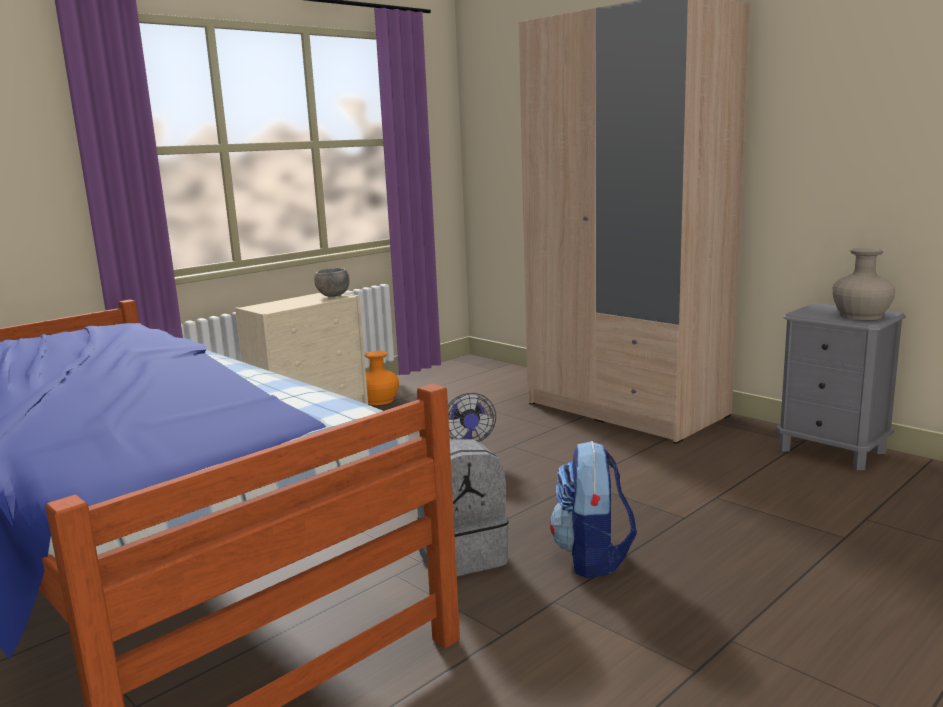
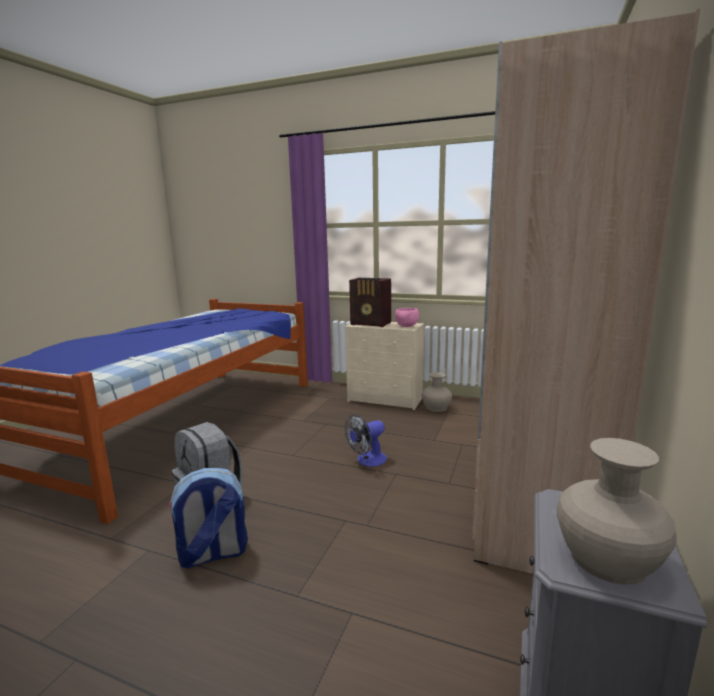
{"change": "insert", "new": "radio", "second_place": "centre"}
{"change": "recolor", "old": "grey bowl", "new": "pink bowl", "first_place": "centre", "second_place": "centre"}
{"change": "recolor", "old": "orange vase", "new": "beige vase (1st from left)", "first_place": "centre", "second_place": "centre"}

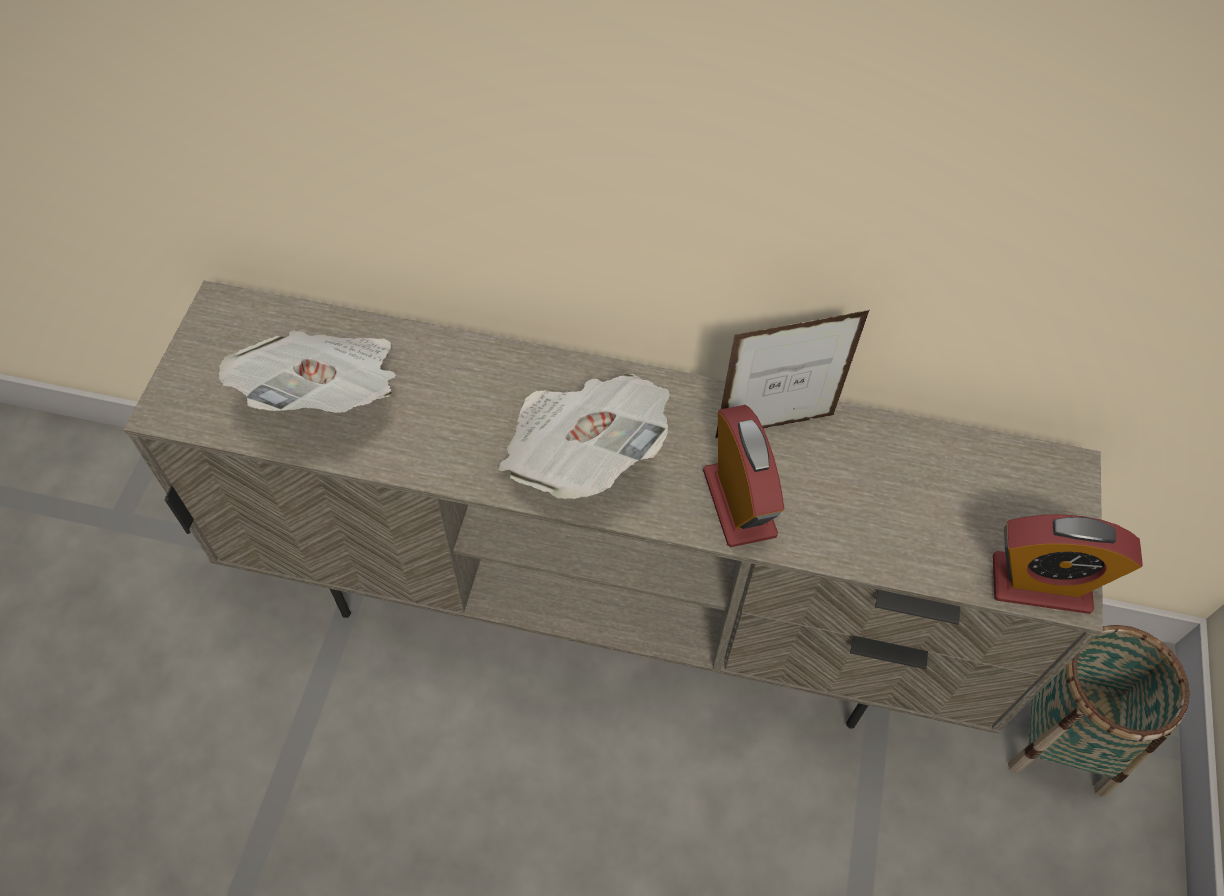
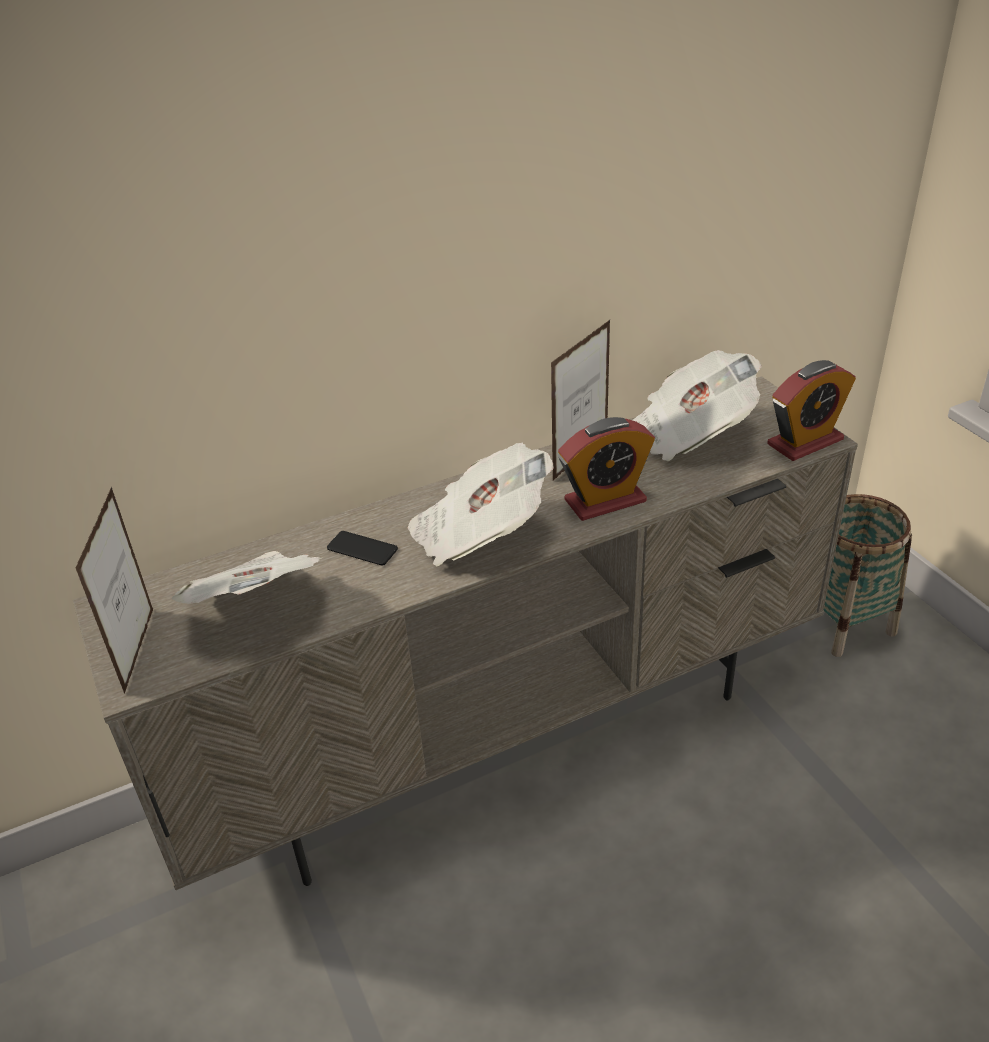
{"change": "insert", "new": "picture frame (1st from left)", "second_place": "middle left"}
{"change": "insert", "new": "phone", "second_place": "centre"}
{"change": "rotate", "old": "alarm clock (1st from left)", "first_place": "centre", "second_place": "centre", "degrees": 120}
{"change": "insert", "new": "newspaper (3rd from left)", "second_place": "middle right"}

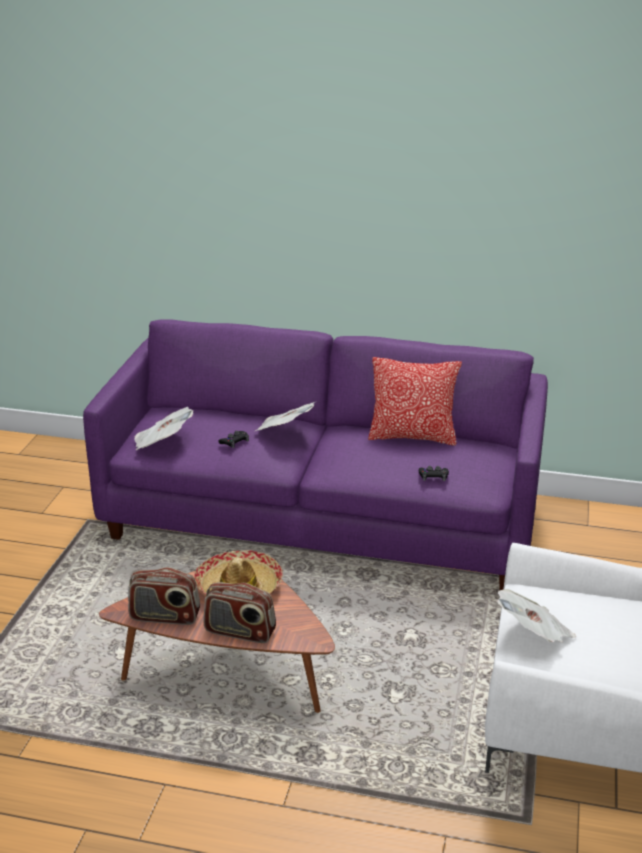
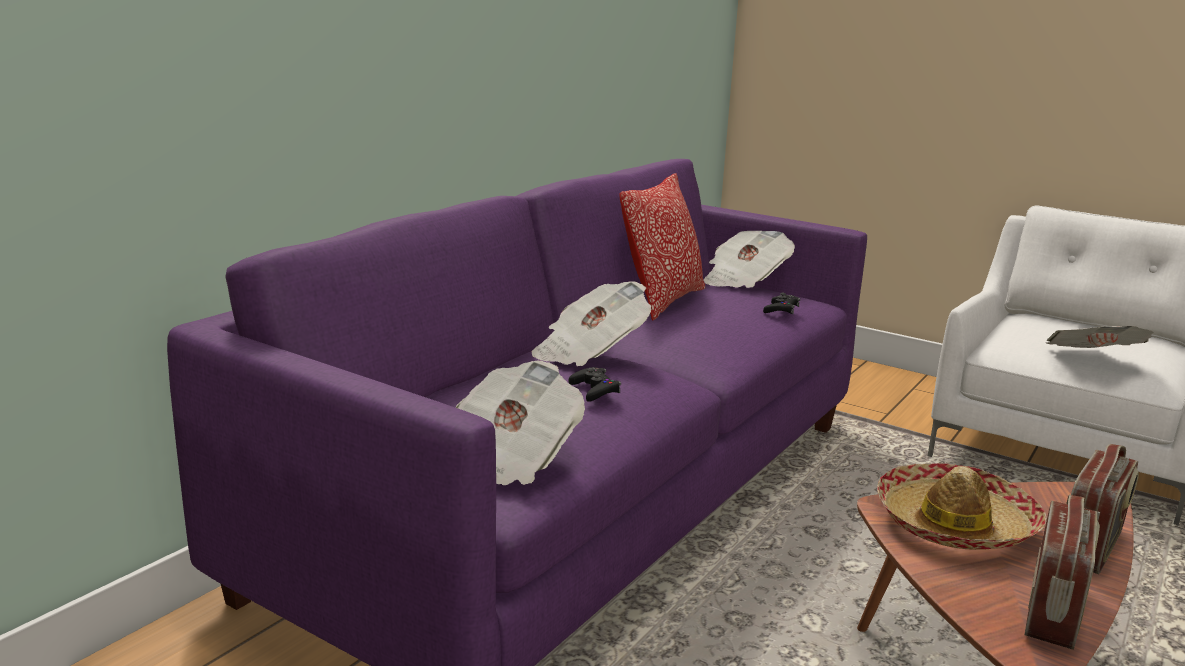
{"change": "insert", "new": "newspaper (3rd from left)", "second_place": "centre"}

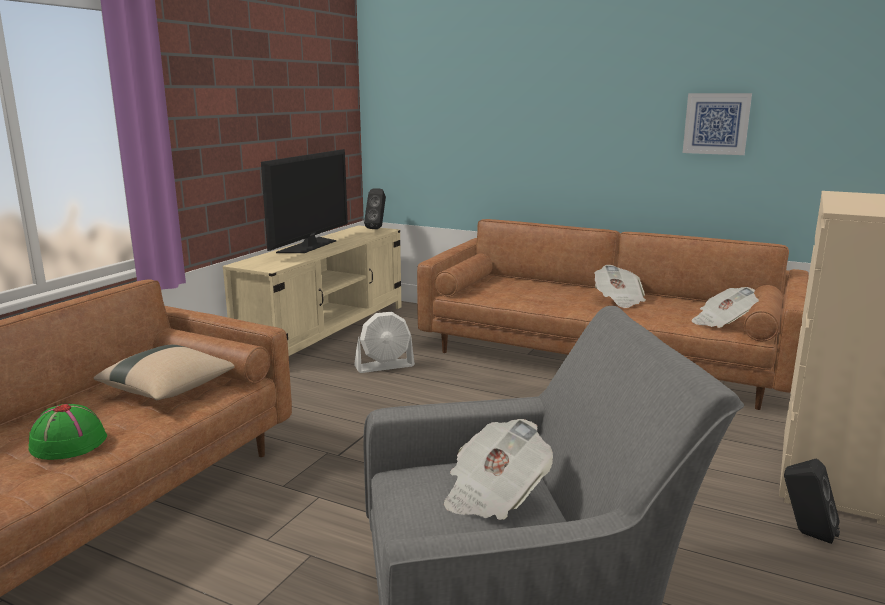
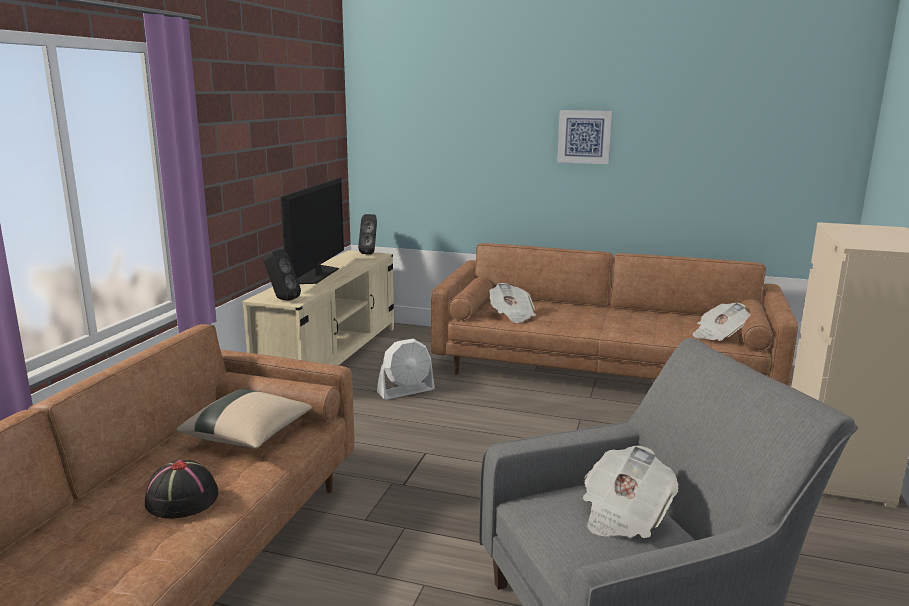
{"change": "recolor", "old": "green hat", "new": "black hat", "first_place": "bottom left", "second_place": "bottom left"}
{"change": "move", "old": "black speaker (2nd from left in the first image)", "new": "black speaker (1st from left)", "first_place": "bottom right", "second_place": "middle left"}
{"change": "move", "old": "newspaper (2nd from left in the first image)", "new": "newspaper (1st from left)", "first_place": "middle right", "second_place": "centre"}
{"change": "move", "old": "picture", "first_place": "top right", "second_place": "top centre"}

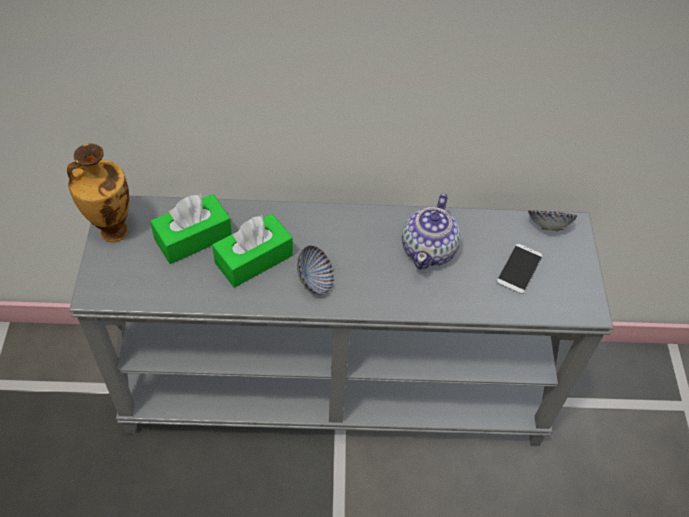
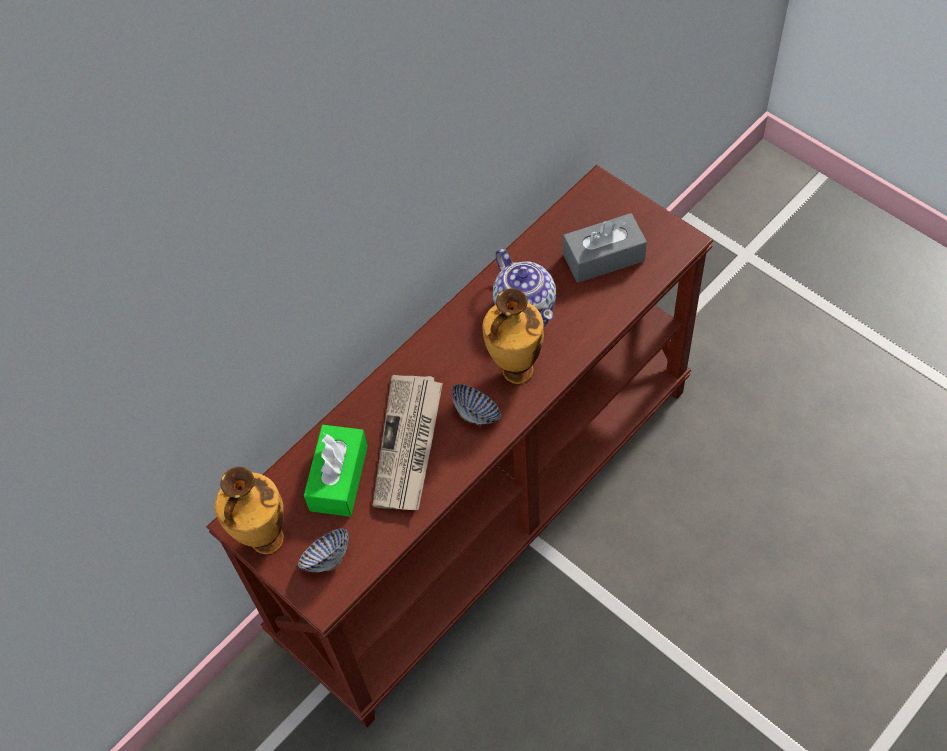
{"change": "recolor", "old": "grey console table", "new": "brown console table", "first_place": "centre", "second_place": "centre"}
{"change": "move", "old": "bowl (2nd from left in the first image)", "new": "bowl (1st from left)", "first_place": "middle right", "second_place": "bottom centre"}
{"change": "replace", "old": "green tissue box (2nd from left)", "new": "newspaper", "first_place": "centre", "second_place": "centre"}
{"change": "insert", "new": "vase (2nd from left)", "second_place": "centre"}
{"change": "replace", "old": "phone", "new": "grey tissue box", "first_place": "middle right", "second_place": "top centre"}

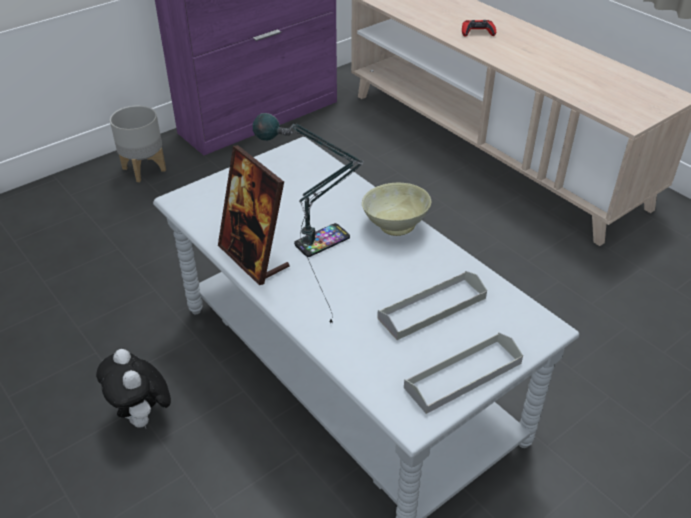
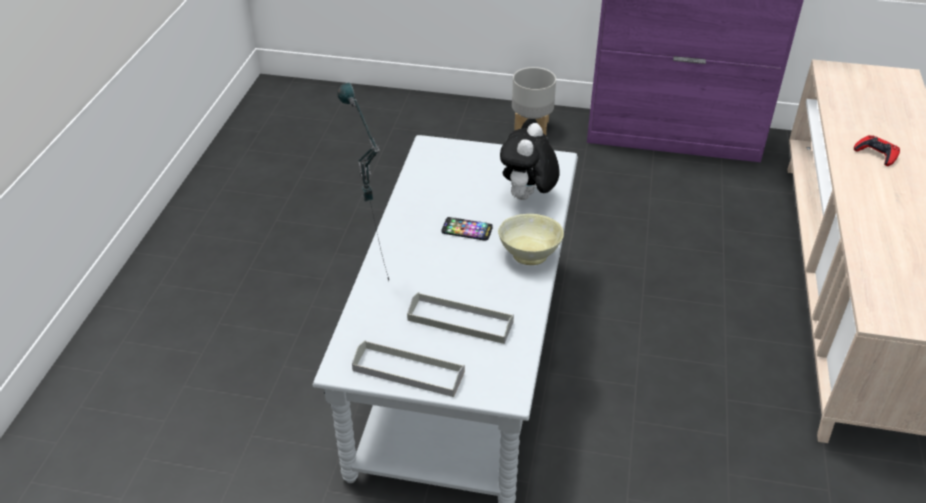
{"change": "move", "old": "plush toy", "first_place": "bottom left", "second_place": "top centre"}
{"change": "delete", "old": "picture frame", "first_place": "centre"}

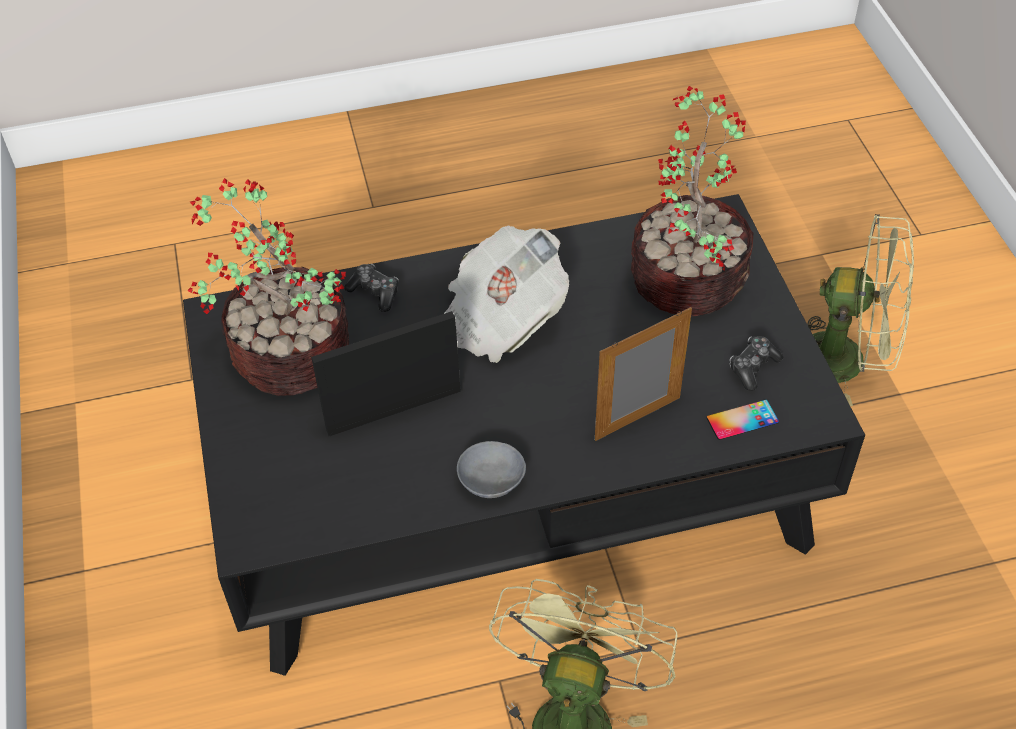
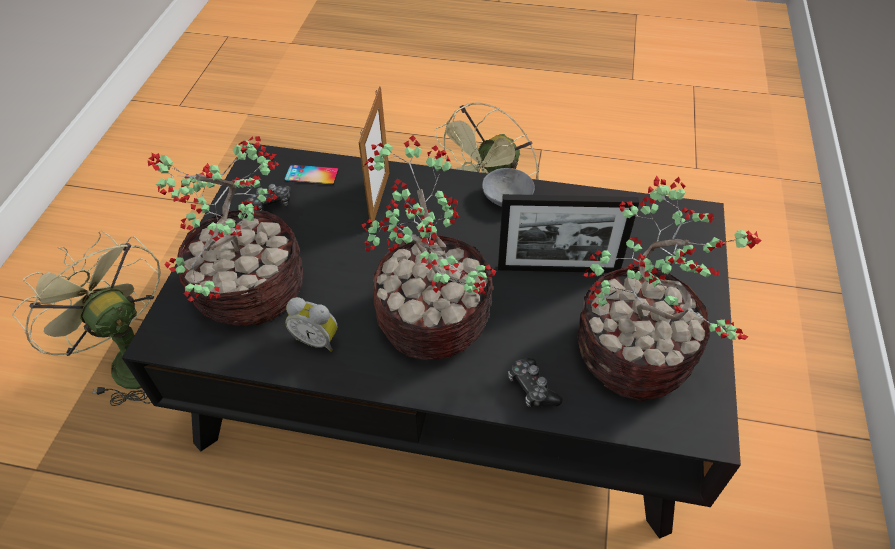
{"change": "insert", "new": "alarm clock", "second_place": "centre"}
{"change": "rotate", "old": "picture frame (2nd from left in the first image)", "first_place": "centre", "second_place": "top centre", "degrees": -75}
{"change": "replace", "old": "newspaper", "new": "potted plant (2nd from left)", "first_place": "centre", "second_place": "centre"}

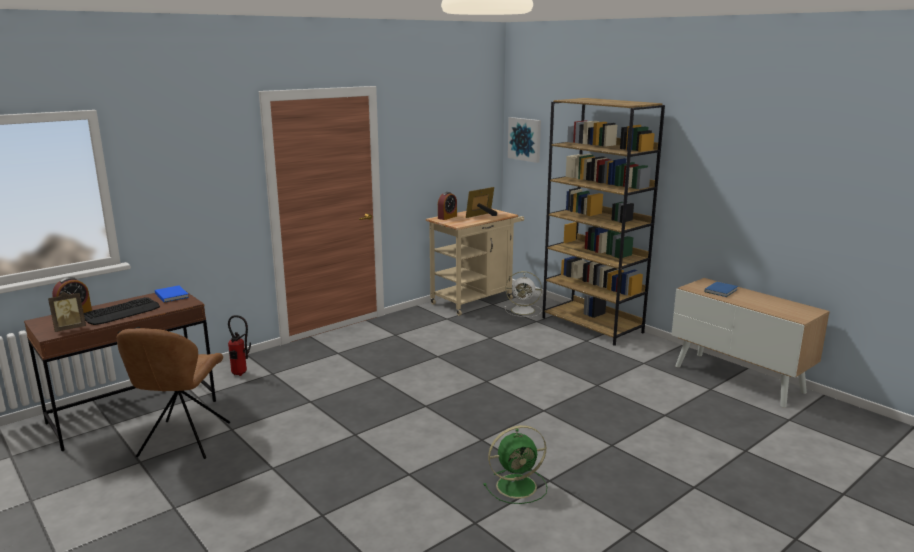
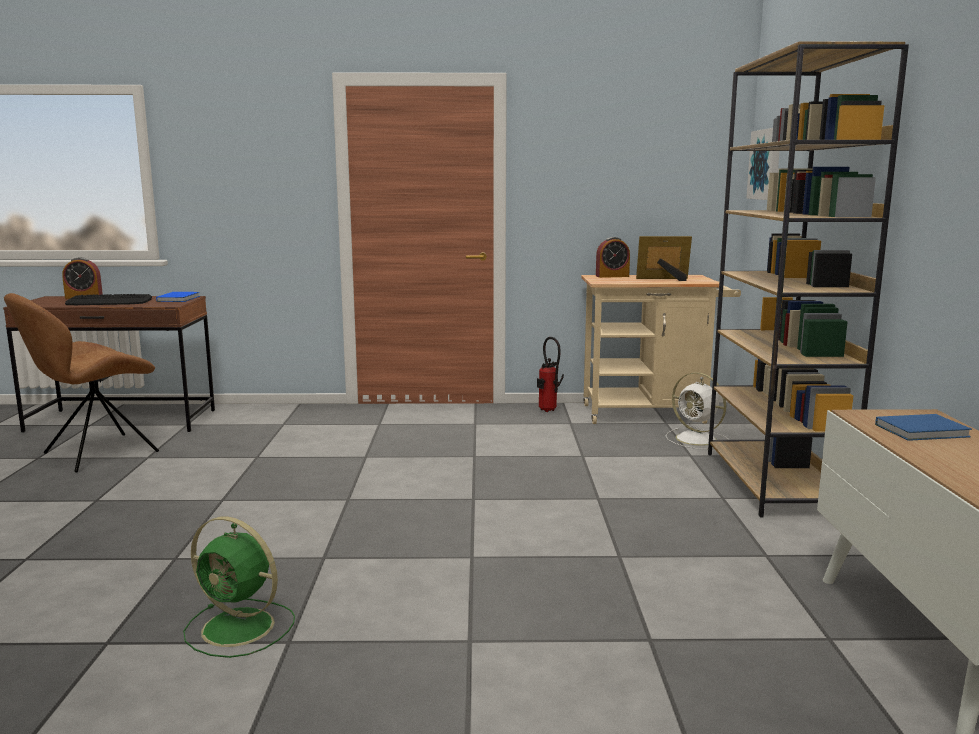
{"change": "move", "old": "fire extinguisher", "first_place": "middle left", "second_place": "centre"}
{"change": "delete", "old": "picture frame (1st from left)", "first_place": "middle left"}

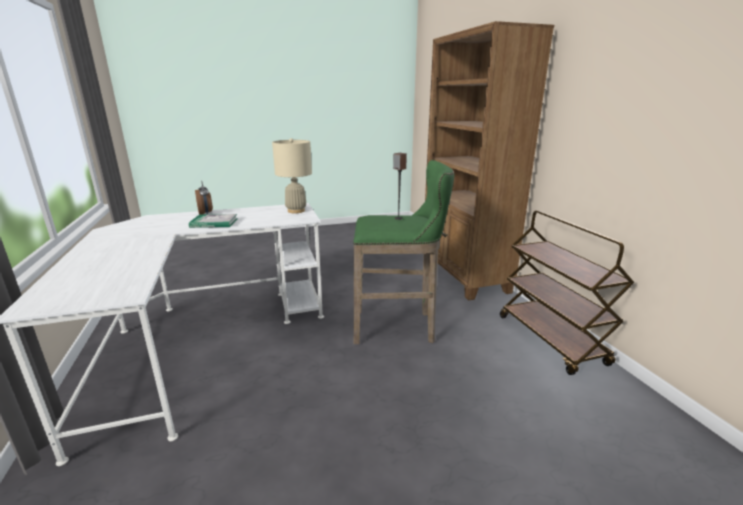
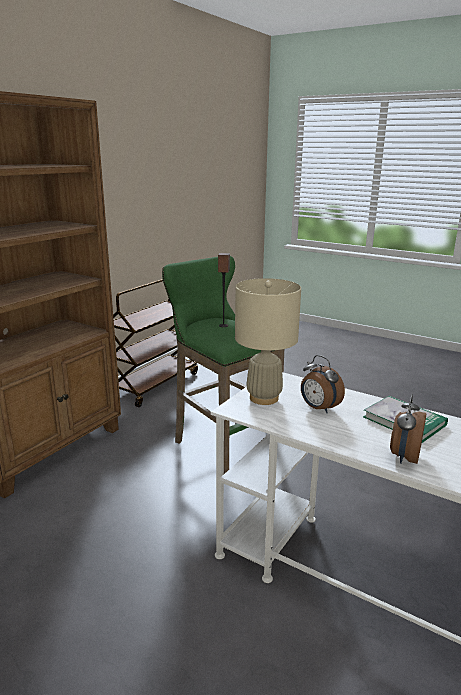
{"change": "insert", "new": "alarm clock (1st from left)", "second_place": "middle right"}

